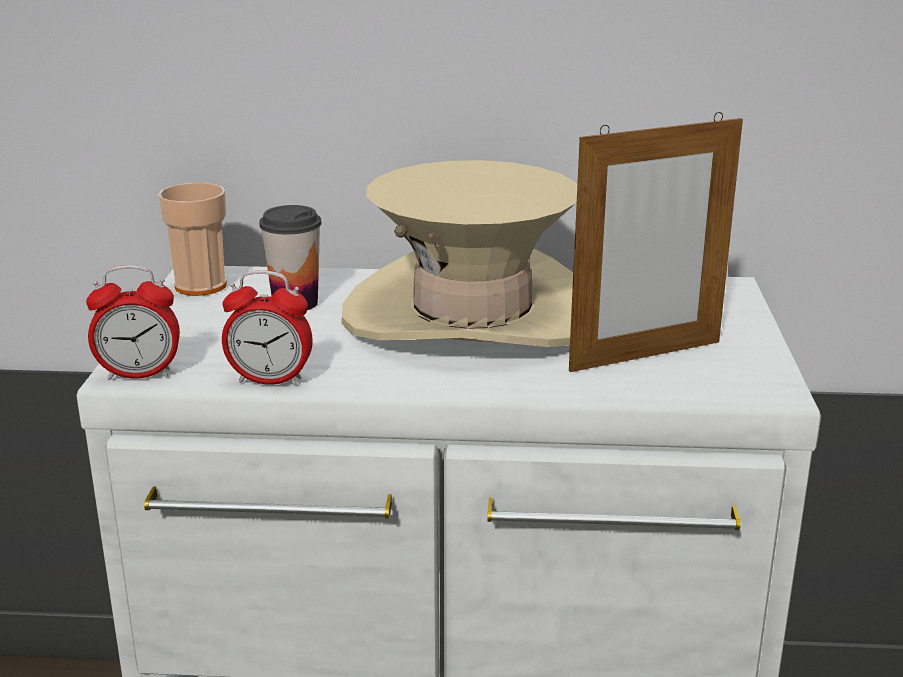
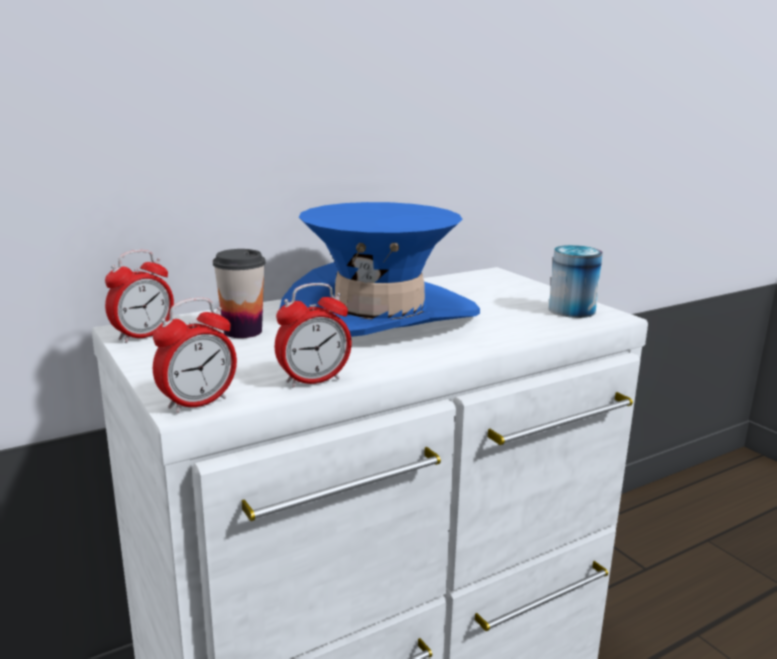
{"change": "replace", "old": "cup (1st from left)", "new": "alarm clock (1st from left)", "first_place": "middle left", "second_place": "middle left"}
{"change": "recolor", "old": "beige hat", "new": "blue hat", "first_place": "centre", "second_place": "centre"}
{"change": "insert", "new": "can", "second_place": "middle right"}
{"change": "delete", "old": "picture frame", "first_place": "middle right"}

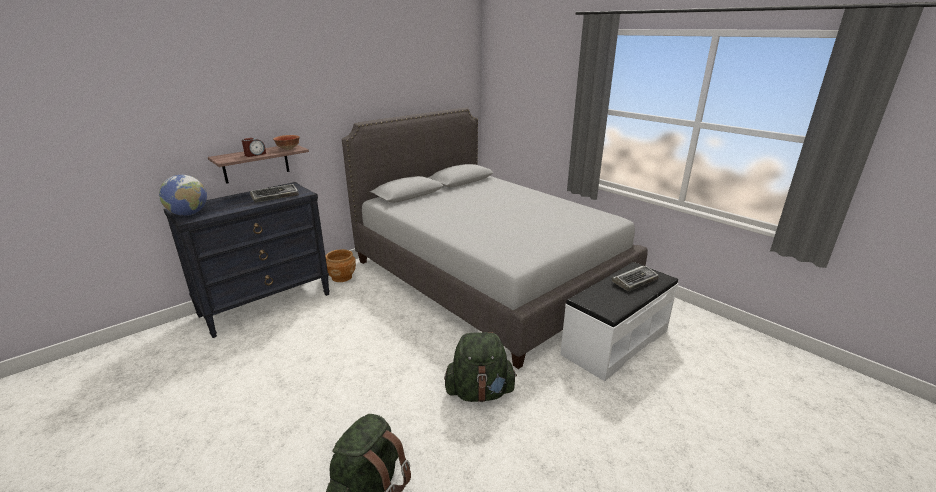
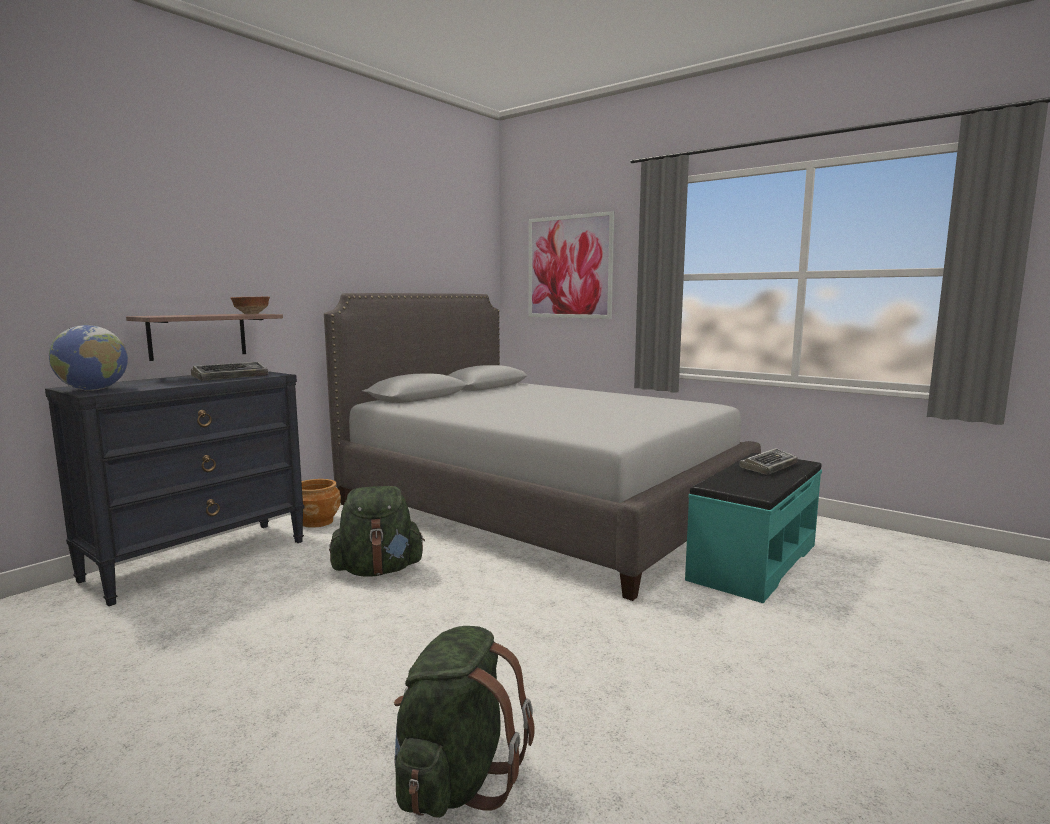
{"change": "move", "old": "green backpack (2nd from left in the first image)", "new": "green backpack (1st from left)", "first_place": "bottom centre", "second_place": "centre"}
{"change": "insert", "new": "picture", "second_place": "top centre"}
{"change": "recolor", "old": "white bench", "new": "turquoise bench", "first_place": "centre", "second_place": "middle right"}
{"change": "delete", "old": "alarm clock", "first_place": "top left"}

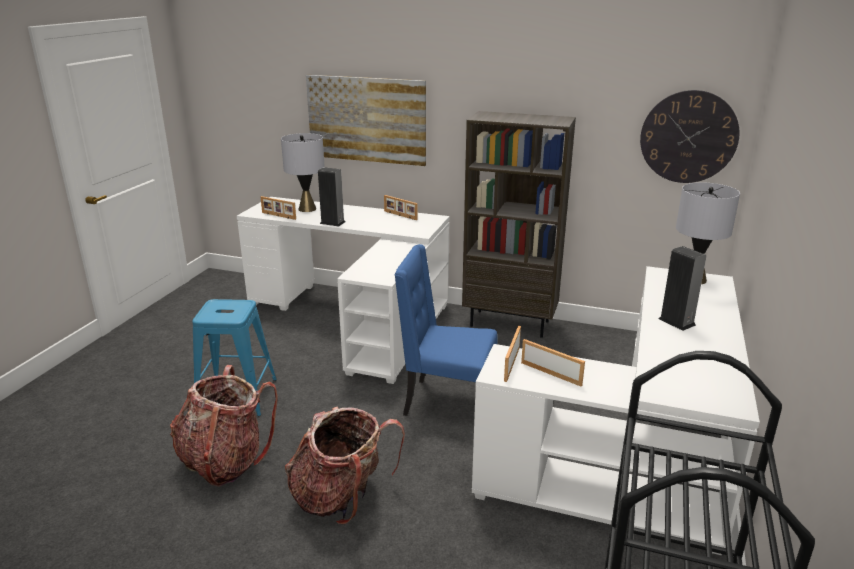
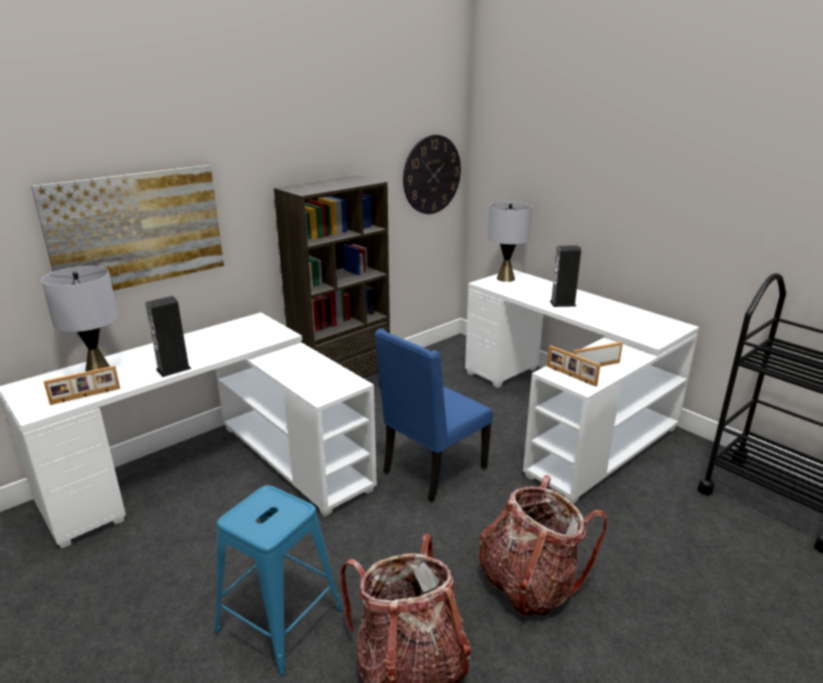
{"change": "delete", "old": "picture frame (2nd from left)", "first_place": "centre"}

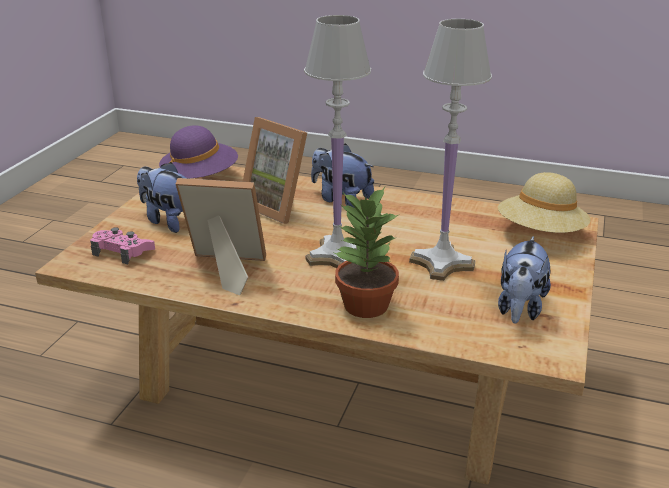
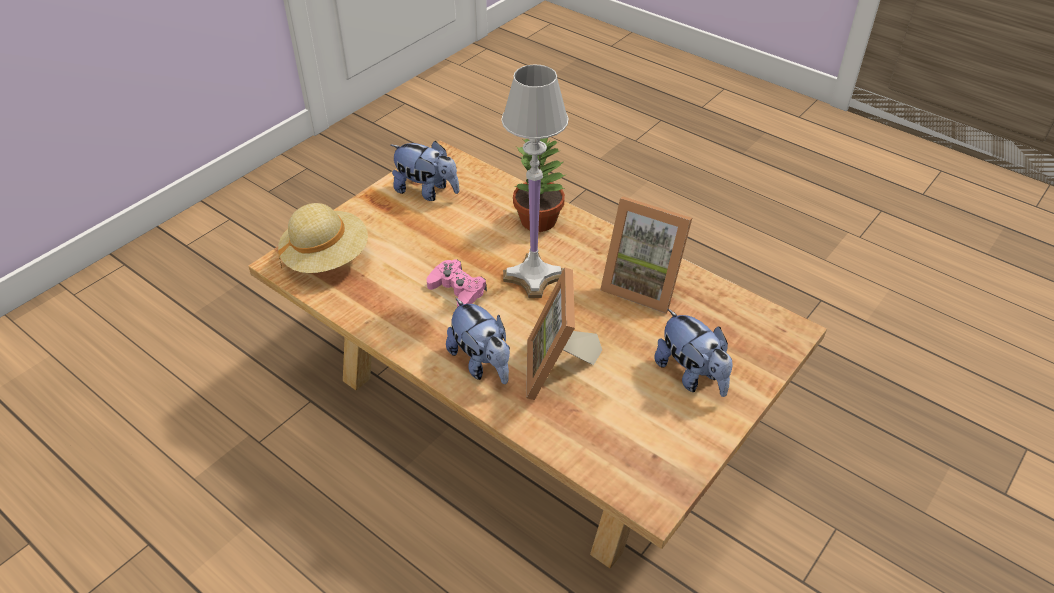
{"change": "rotate", "old": "plush toy (3rd from left in the first image)", "first_place": "middle right", "second_place": "top centre", "degrees": 75}
{"change": "move", "old": "pink game controller", "first_place": "middle left", "second_place": "centre"}
{"change": "rotate", "old": "picture frame (2nd from left in the first image)", "first_place": "centre", "second_place": "centre", "degrees": -150}
{"change": "delete", "old": "purple hat", "first_place": "top left"}
{"change": "delete", "old": "white table lamp (2nd from left)", "first_place": "top right"}

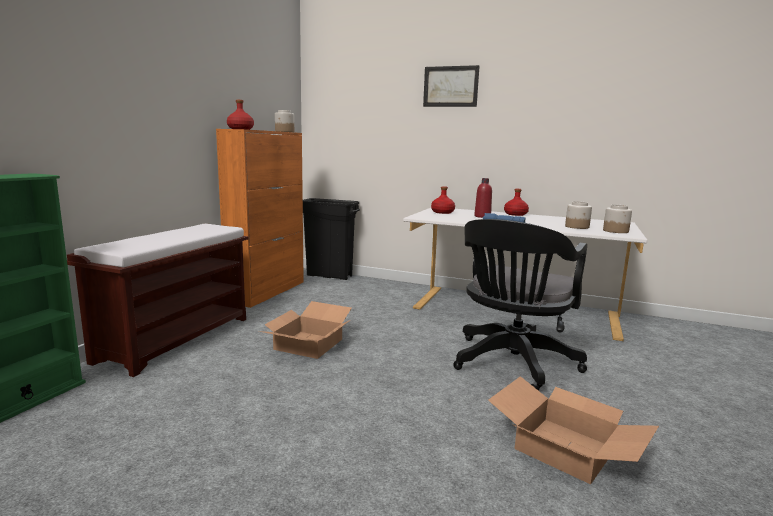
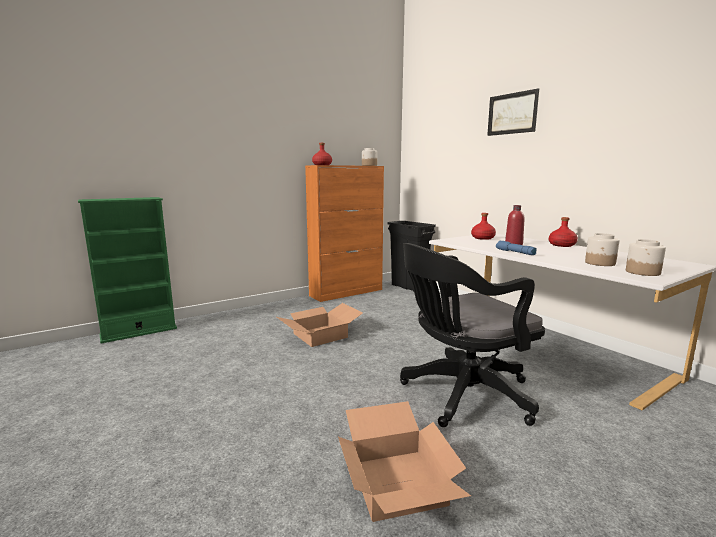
{"change": "delete", "old": "brown bench", "first_place": "middle left"}

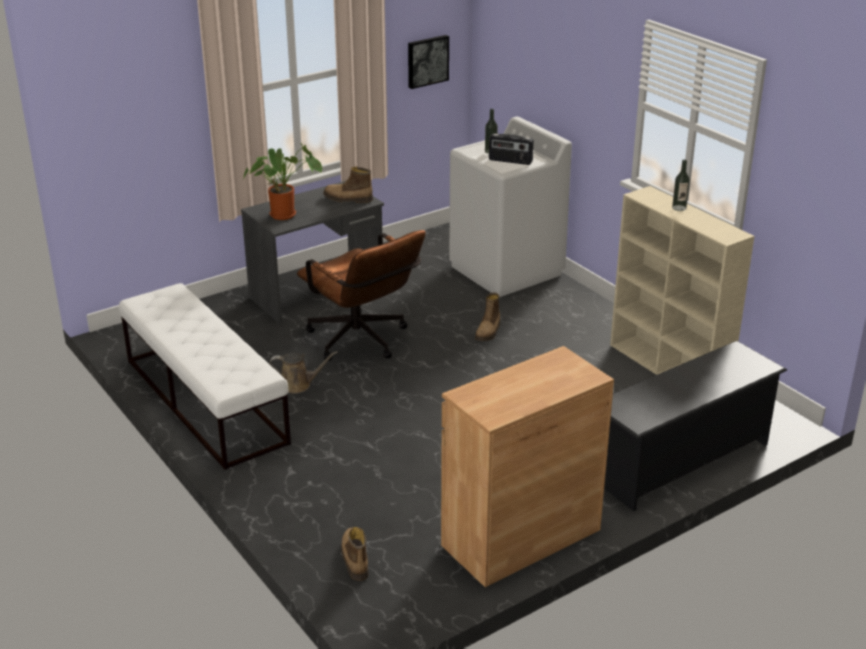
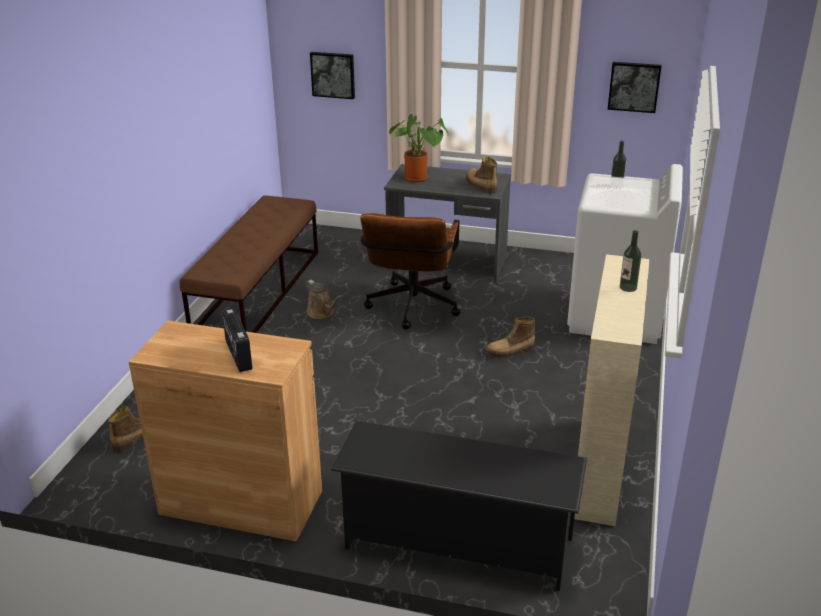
{"change": "recolor", "old": "white bench", "new": "brown bench", "first_place": "middle left", "second_place": "middle left"}
{"change": "move", "old": "radio", "first_place": "top centre", "second_place": "middle left"}
{"change": "insert", "new": "picture (1st from left)", "second_place": "top centre"}

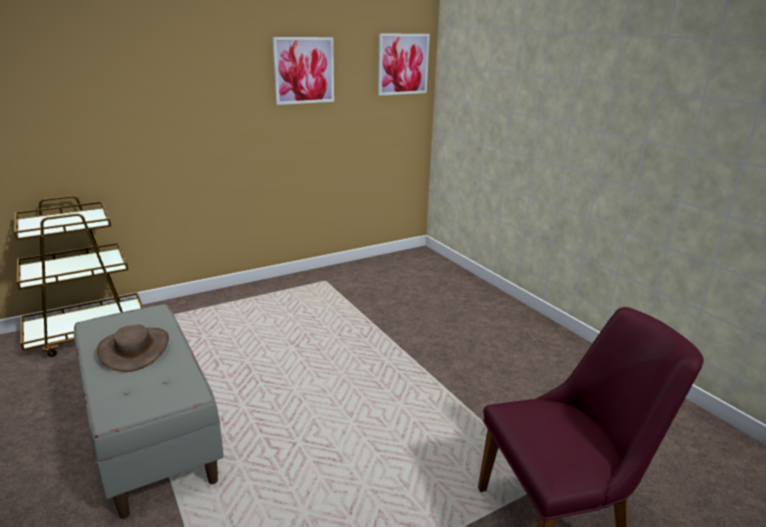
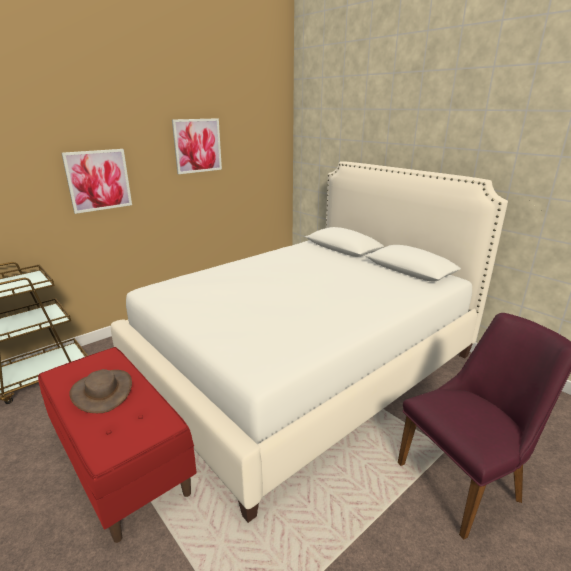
{"change": "recolor", "old": "grey bench", "new": "red bench", "first_place": "bottom left", "second_place": "bottom left"}
{"change": "move", "old": "picture (2nd from left in the first image)", "new": "picture (1st from left)", "first_place": "top centre", "second_place": "top left"}
{"change": "insert", "new": "white bed", "second_place": "centre"}

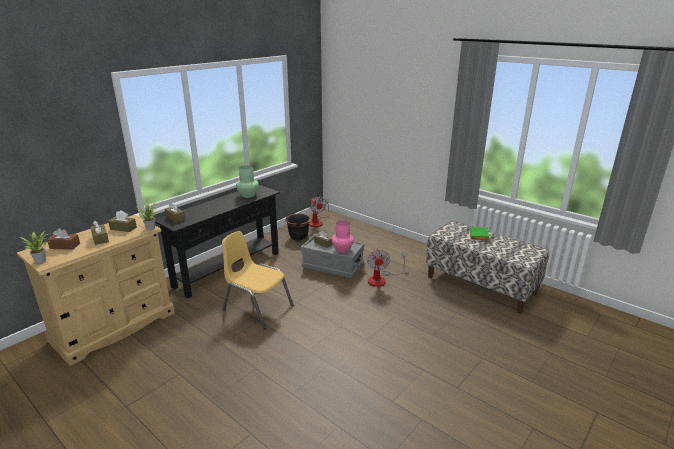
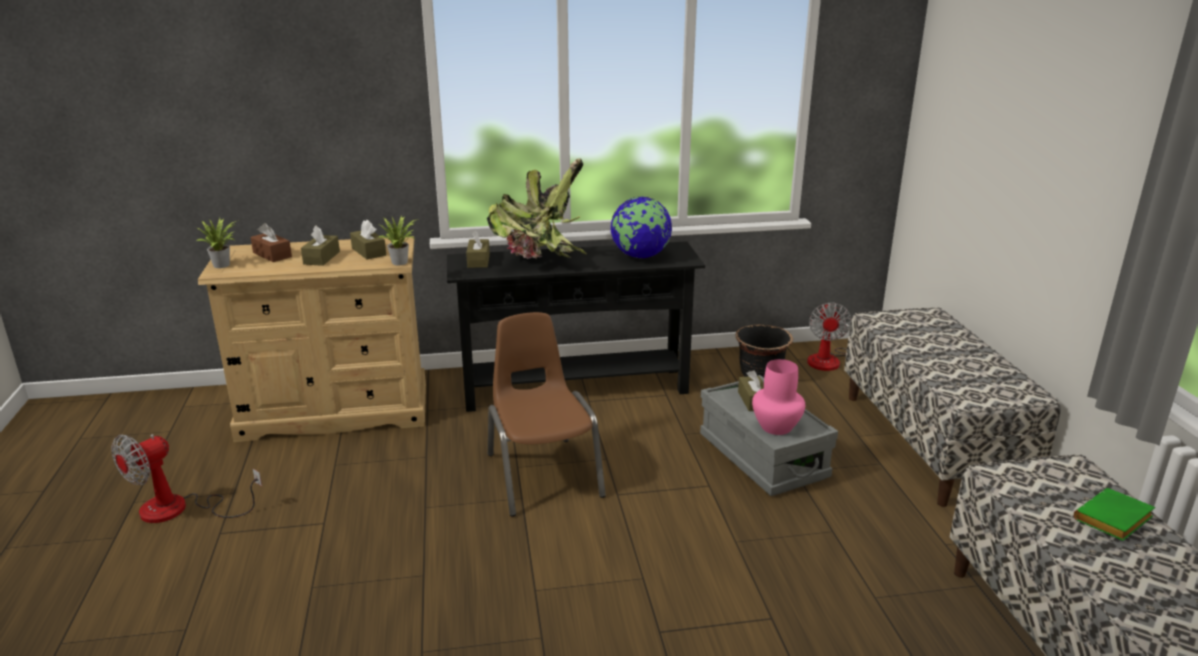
{"change": "move", "old": "fan (2nd from left in the first image)", "new": "fan (1st from left)", "first_place": "centre", "second_place": "bottom left"}
{"change": "insert", "new": "potted plant (3rd from left)", "second_place": "top centre"}
{"change": "recolor", "old": "yellow chair", "new": "brown chair", "first_place": "centre", "second_place": "centre"}
{"change": "replace", "old": "green vase", "new": "globe", "first_place": "centre", "second_place": "centre"}
{"change": "insert", "new": "bench (1st from left)", "second_place": "middle right"}

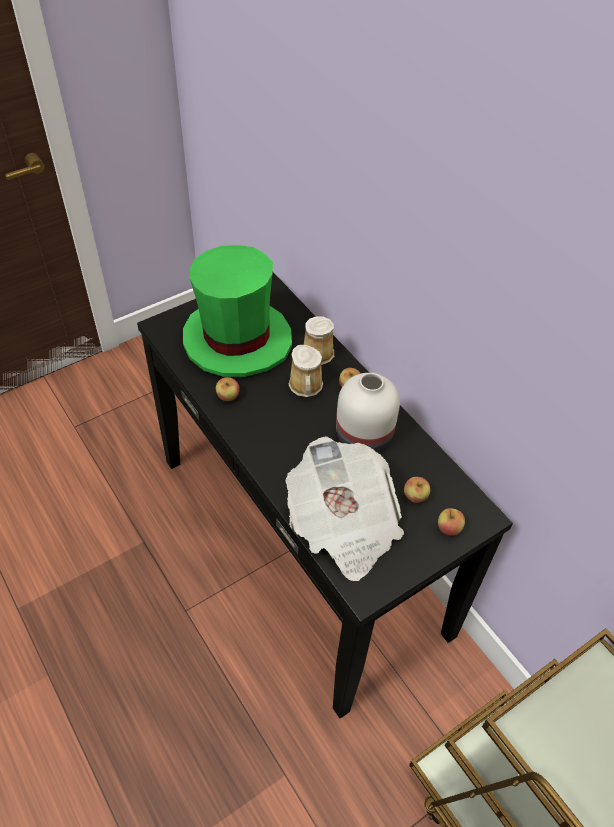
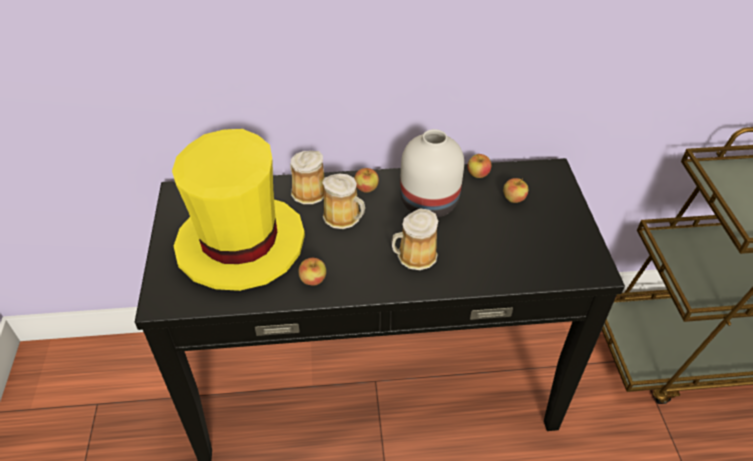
{"change": "recolor", "old": "green hat", "new": "yellow hat", "first_place": "centre", "second_place": "middle left"}
{"change": "insert", "new": "mug (3rd from left)", "second_place": "centre"}
{"change": "move", "old": "apple (4th from left in the first image)", "new": "apple (3rd from left)", "first_place": "middle right", "second_place": "centre"}
{"change": "delete", "old": "newspaper", "first_place": "centre"}

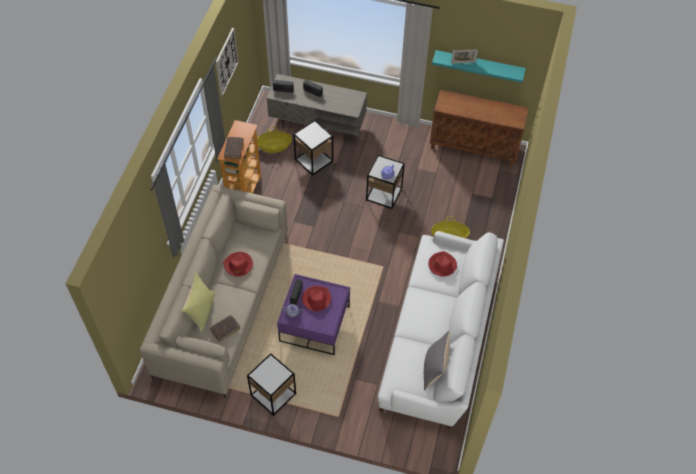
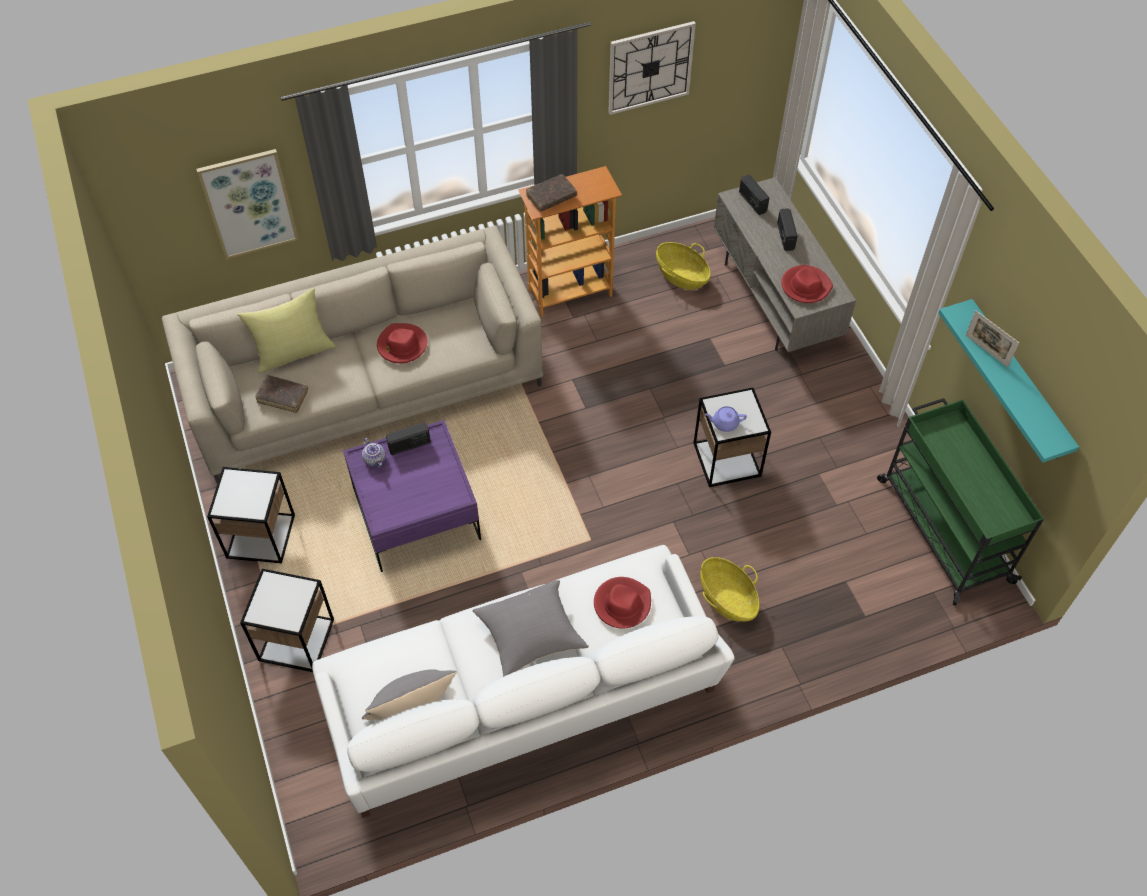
{"change": "insert", "new": "picture", "second_place": "top left"}
{"change": "move", "old": "side table (2nd from left)", "first_place": "top centre", "second_place": "bottom left"}
{"change": "insert", "new": "grey pillow (2nd from left)", "second_place": "bottom centre"}
{"change": "move", "old": "red hat (2nd from left in the first image)", "new": "red hat (3rd from left)", "first_place": "centre", "second_place": "top right"}
{"change": "replace", "old": "brown cabinet", "new": "green cart", "first_place": "top right", "second_place": "middle right"}

